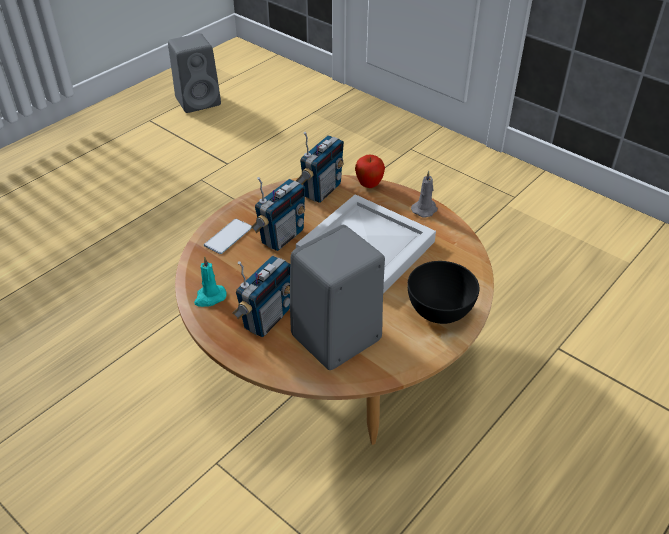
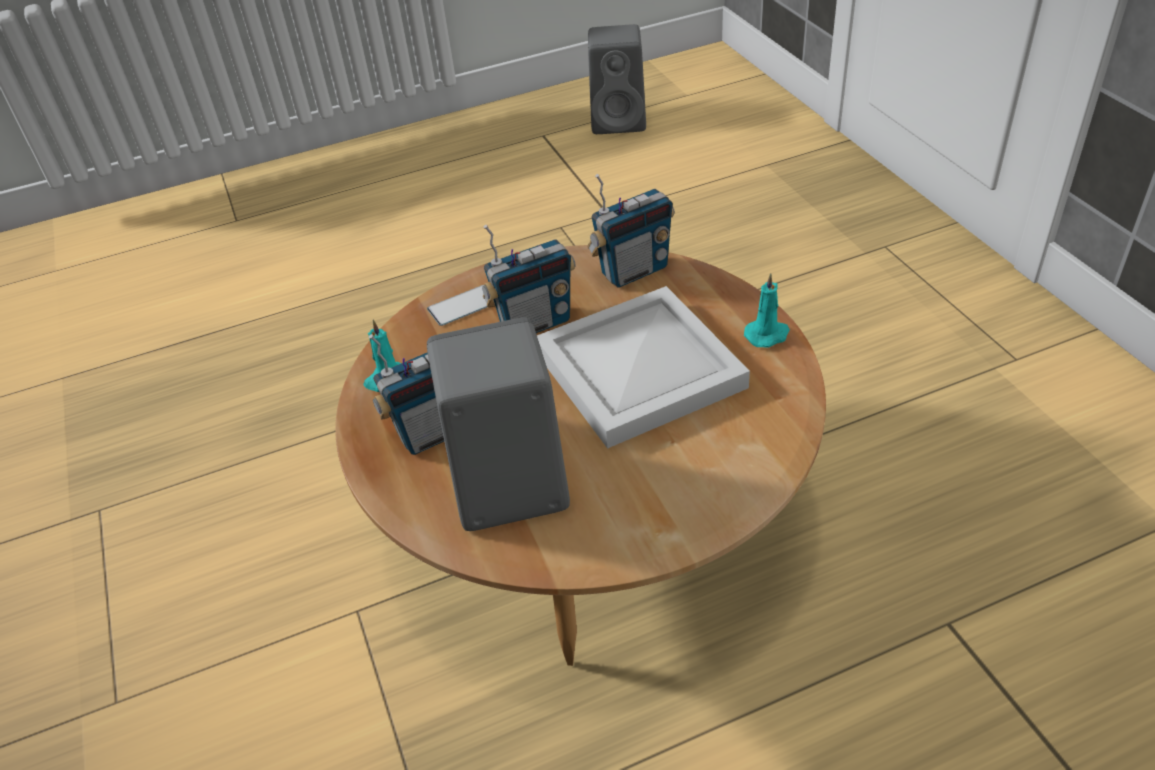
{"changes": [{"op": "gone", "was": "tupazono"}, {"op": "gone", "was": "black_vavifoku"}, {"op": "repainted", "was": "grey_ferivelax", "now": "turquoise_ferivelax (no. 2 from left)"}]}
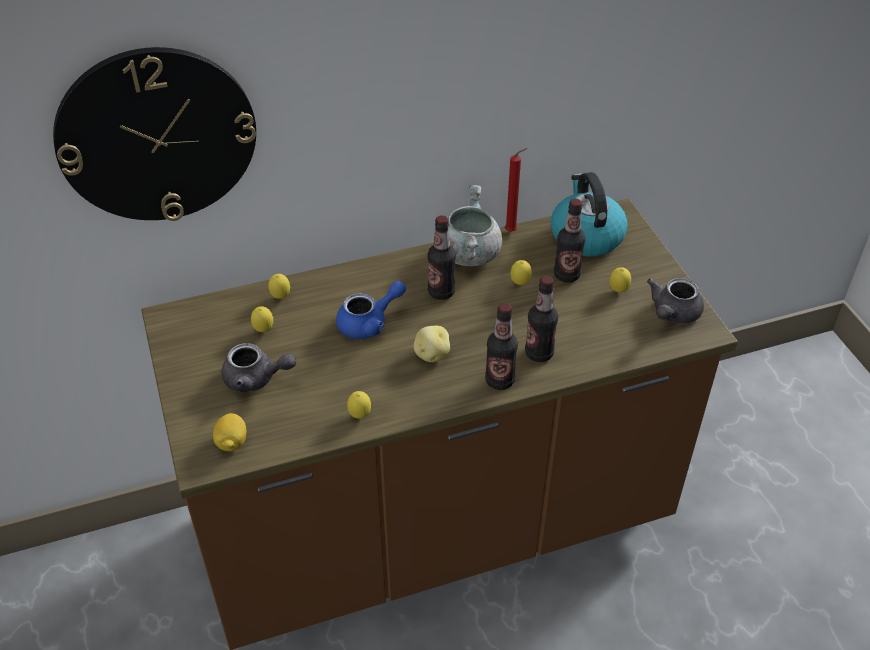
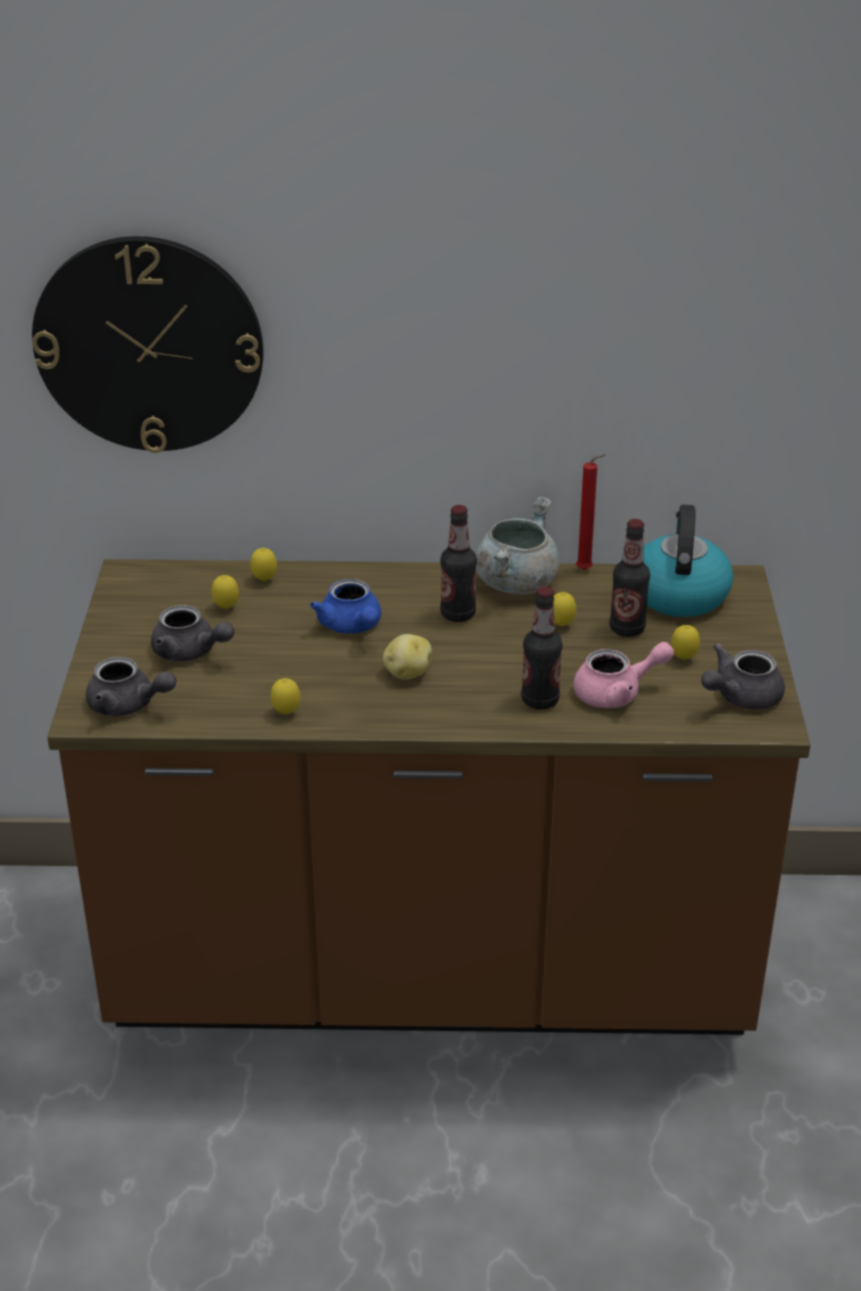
{"changes": [{"op": "gone", "was": "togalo (no. 2 from left)"}, {"op": "new", "now": "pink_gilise"}, {"op": "swapped", "was": "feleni (no. 1 from left)", "now": "grey_gilise (no. 1 from left)"}, {"op": "rotated", "was": "blue_gilise", "clockwise": 75}]}
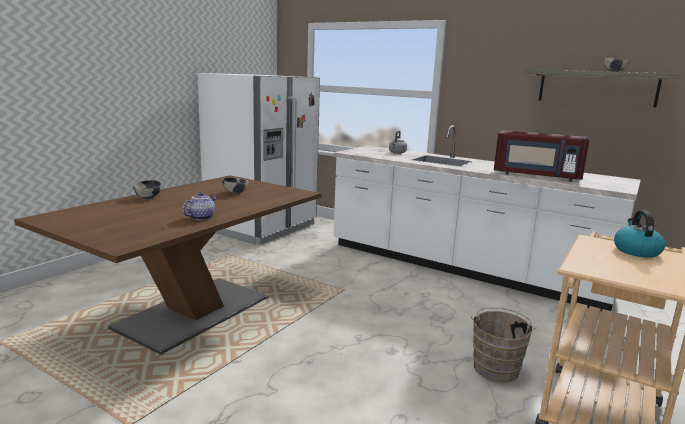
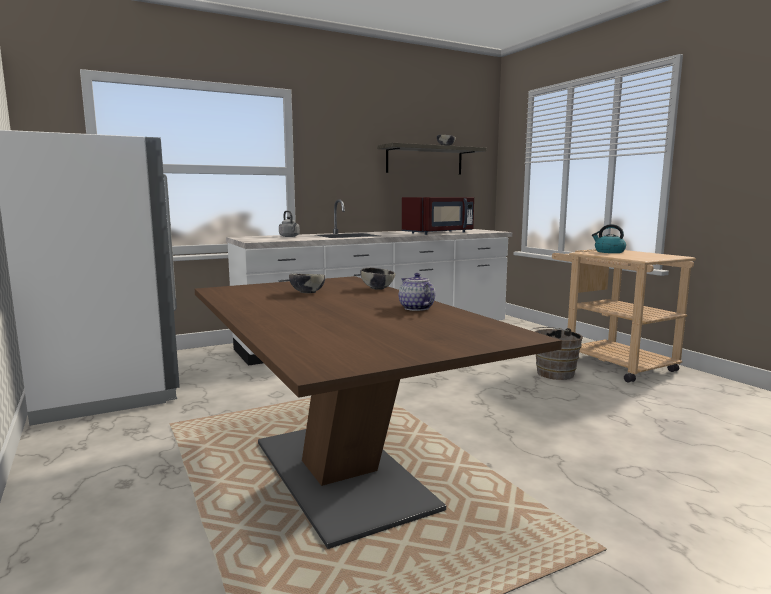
{"changes": [{"op": "shifted", "was": "vavifoku (no. 1 from left in the first image)", "now": "vavifoku (no. 2 from left)"}]}
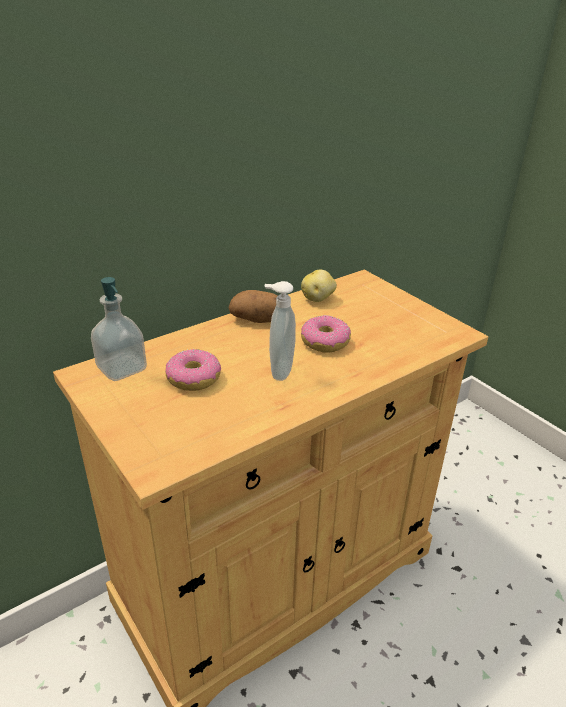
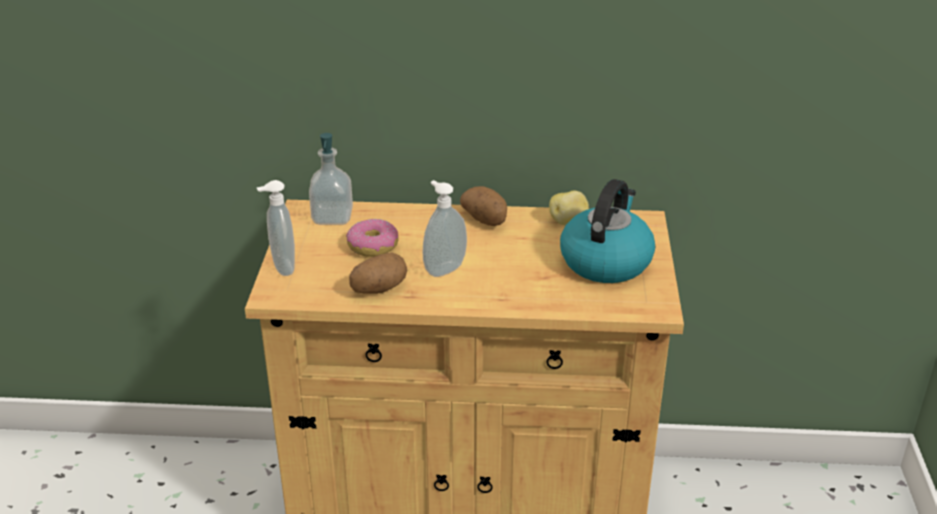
{"changes": [{"op": "gone", "was": "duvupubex (no. 2 from left)"}, {"op": "new", "now": "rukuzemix (no. 1 from left)"}, {"op": "new", "now": "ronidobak (no. 1 from left)"}, {"op": "new", "now": "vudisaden"}]}
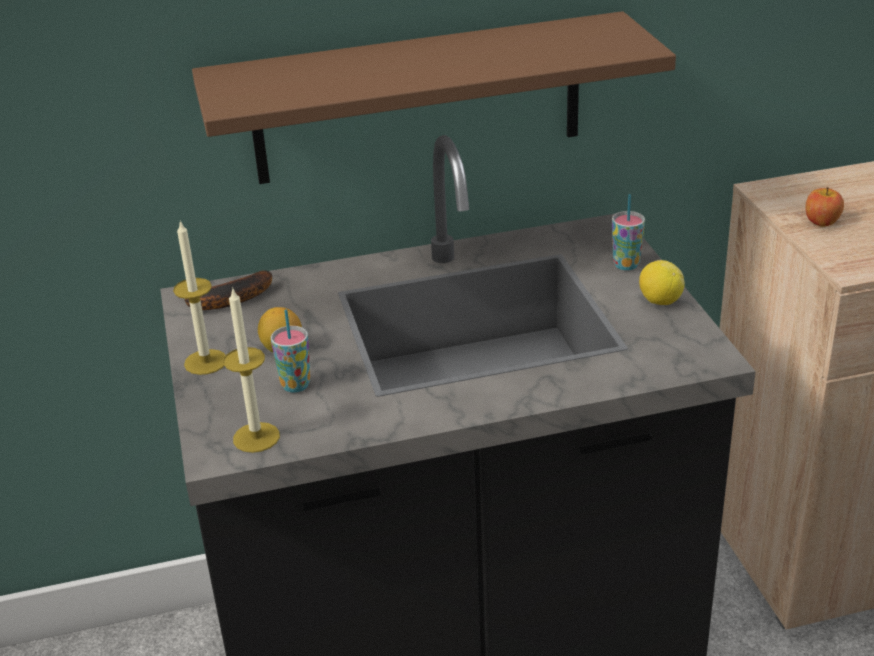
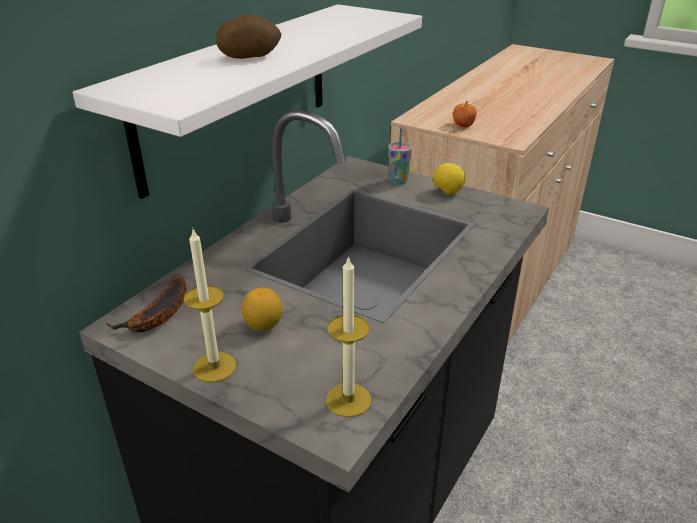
{"changes": [{"op": "gone", "was": "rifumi (no. 1 from left)"}, {"op": "new", "now": "ronidobak"}, {"op": "repainted", "was": "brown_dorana", "now": "white_dorana"}]}
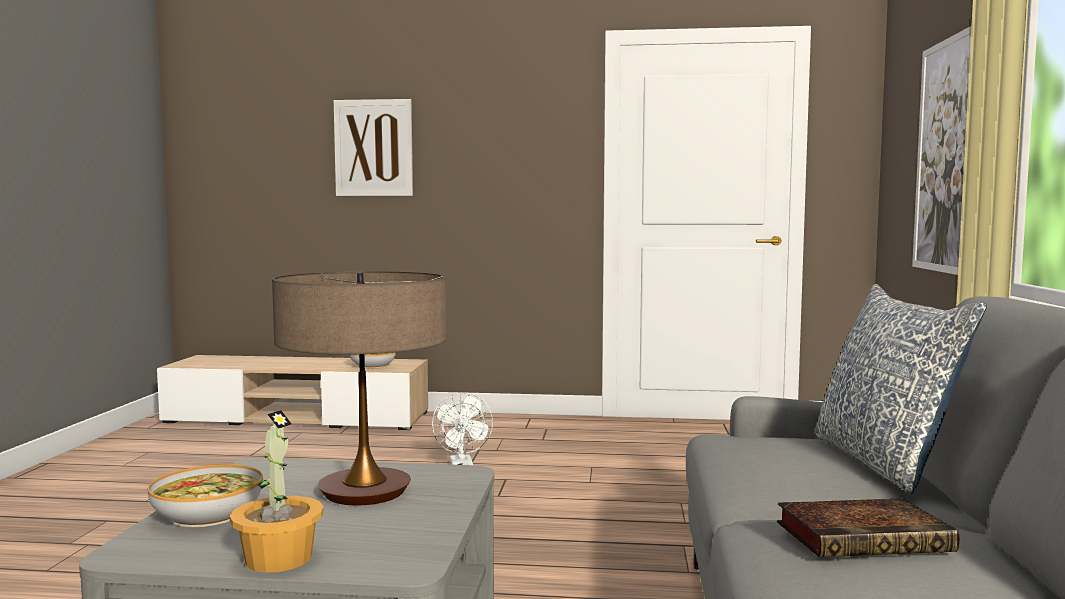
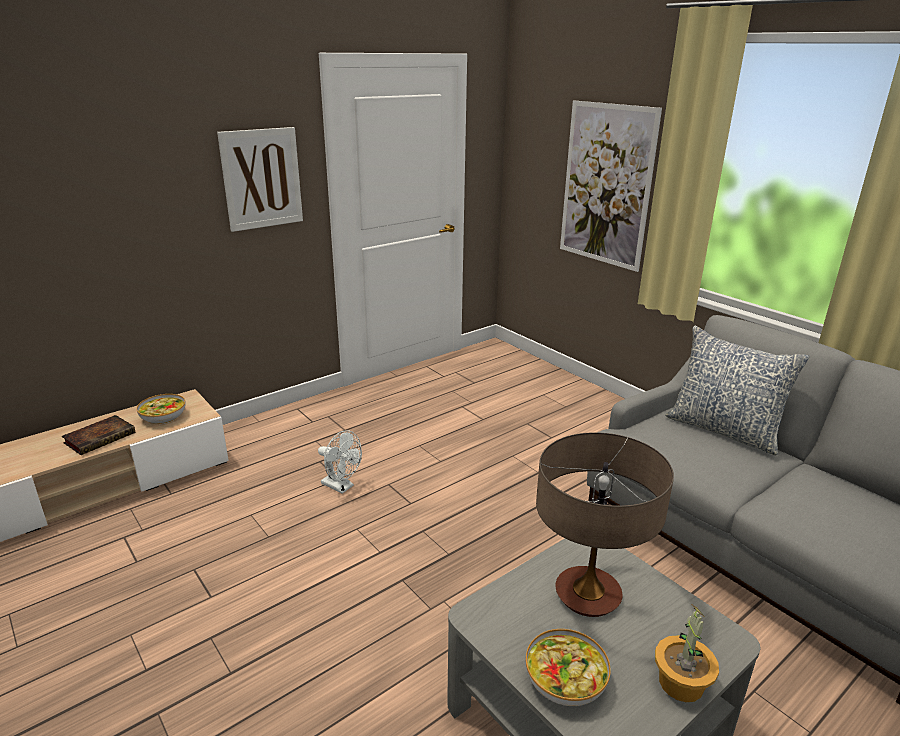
{"changes": [{"op": "shifted", "was": "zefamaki (no. 1 from left)"}, {"op": "shifted", "was": "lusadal"}]}
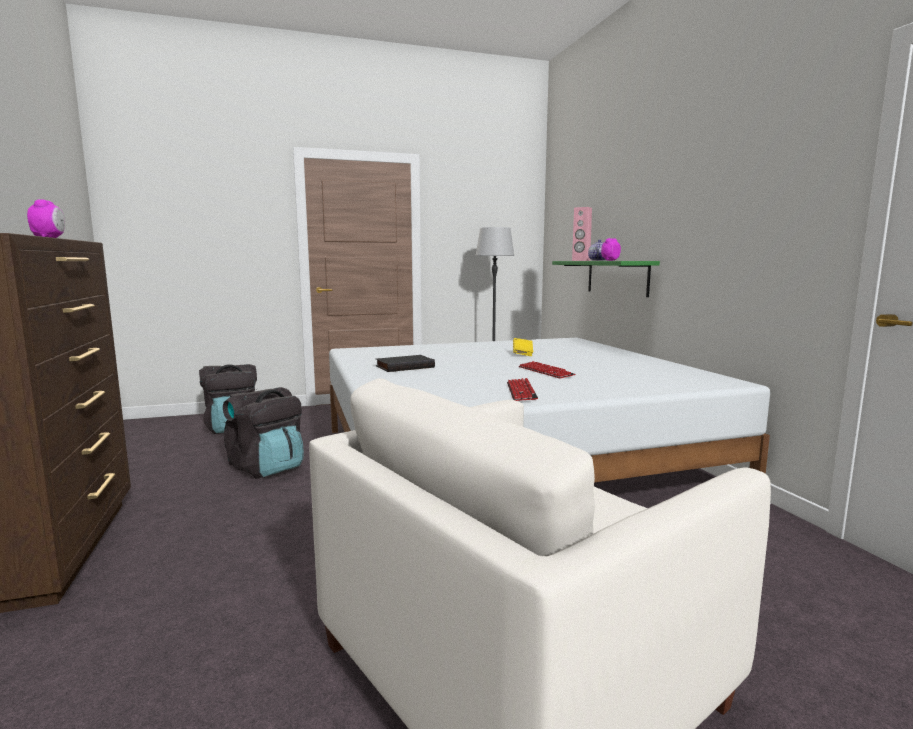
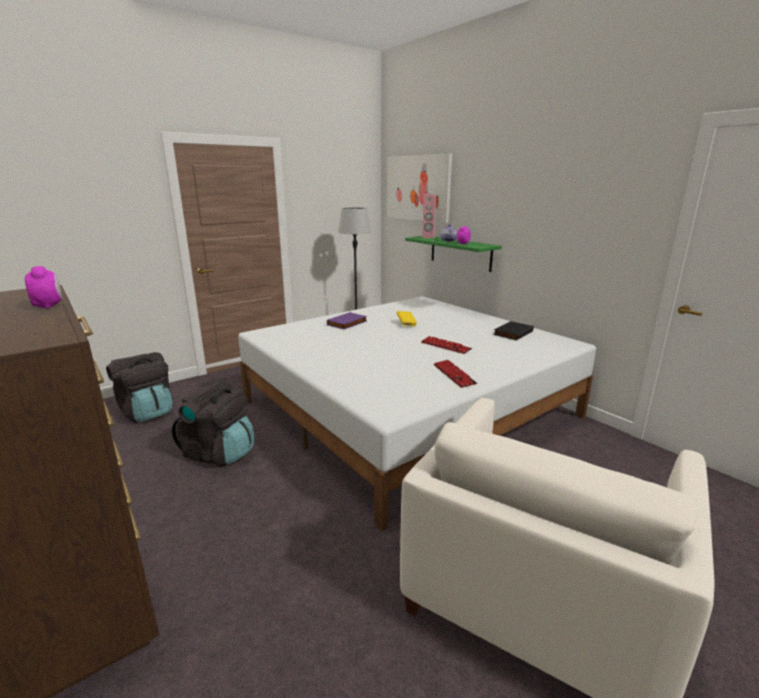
{"changes": [{"op": "new", "now": "purple_lusadal"}, {"op": "new", "now": "zefamaki"}, {"op": "shifted", "was": "black_lusadal"}]}
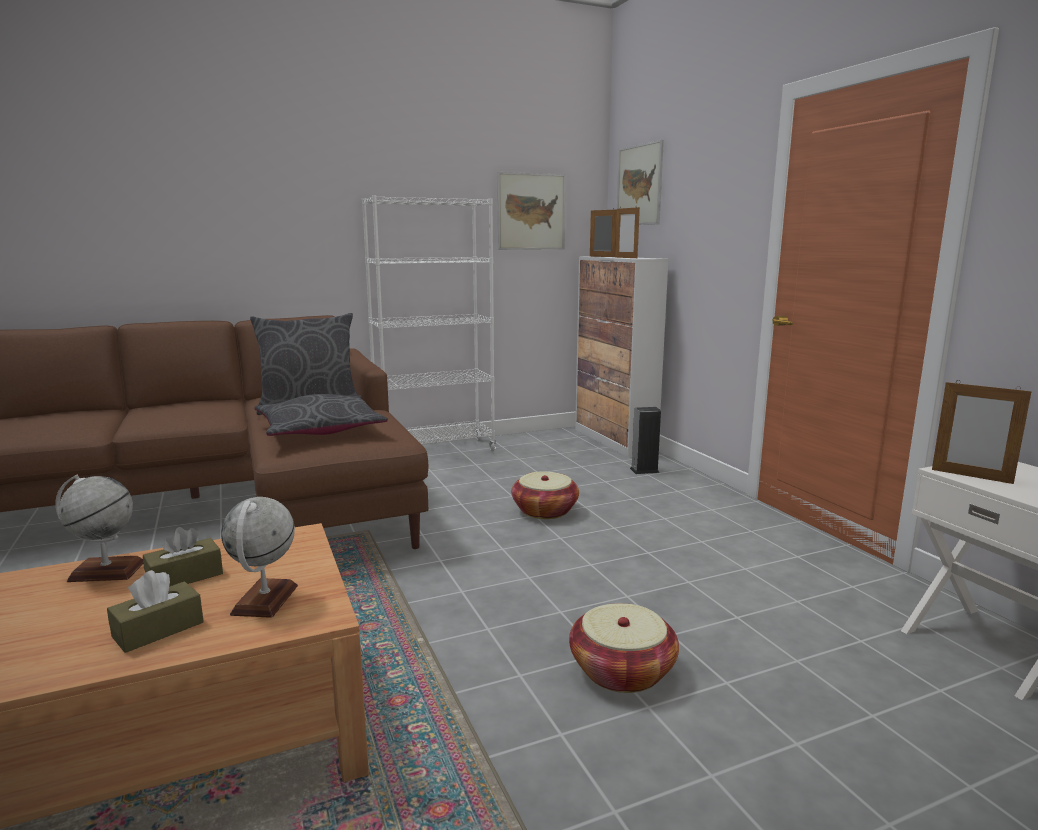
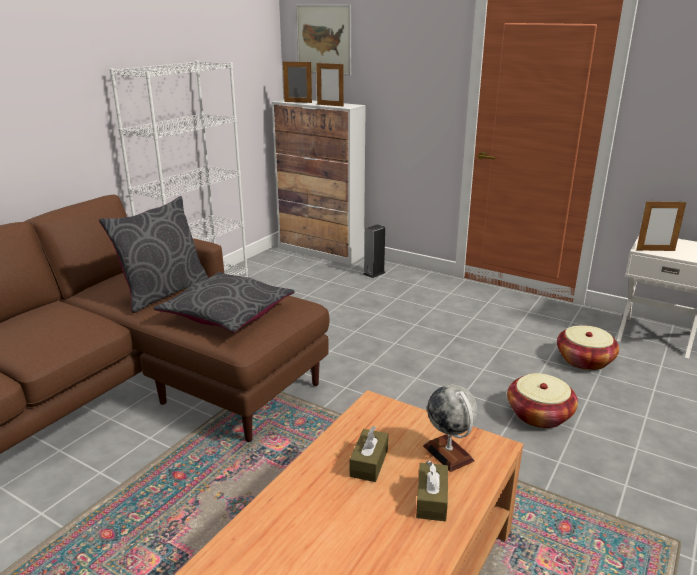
{"changes": [{"op": "gone", "was": "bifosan (no. 1 from left)"}, {"op": "gone", "was": "zefamaki (no. 1 from left)"}, {"op": "shifted", "was": "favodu (no. 1 from left in the first image)", "now": "favodu (no. 2 from left)"}]}
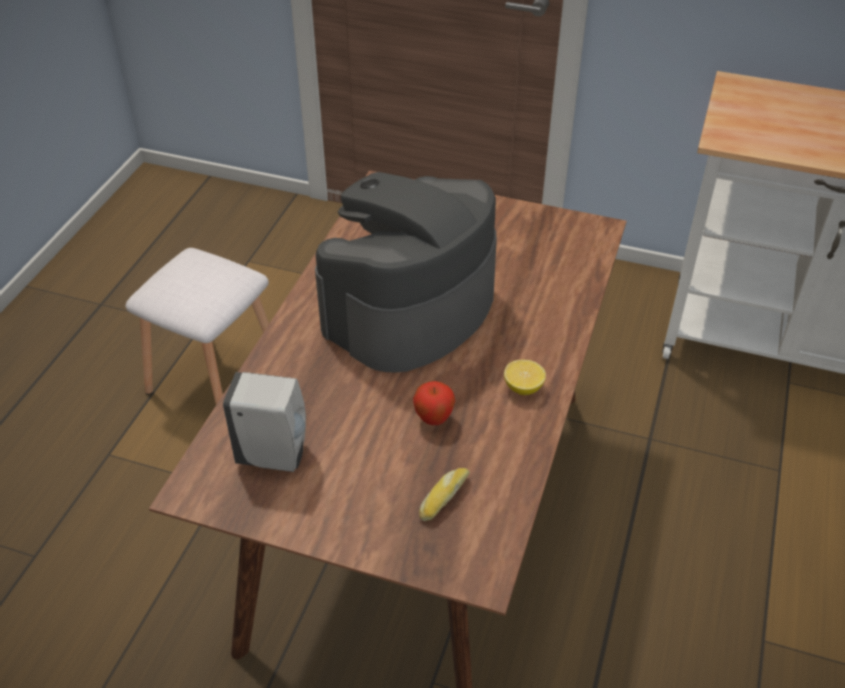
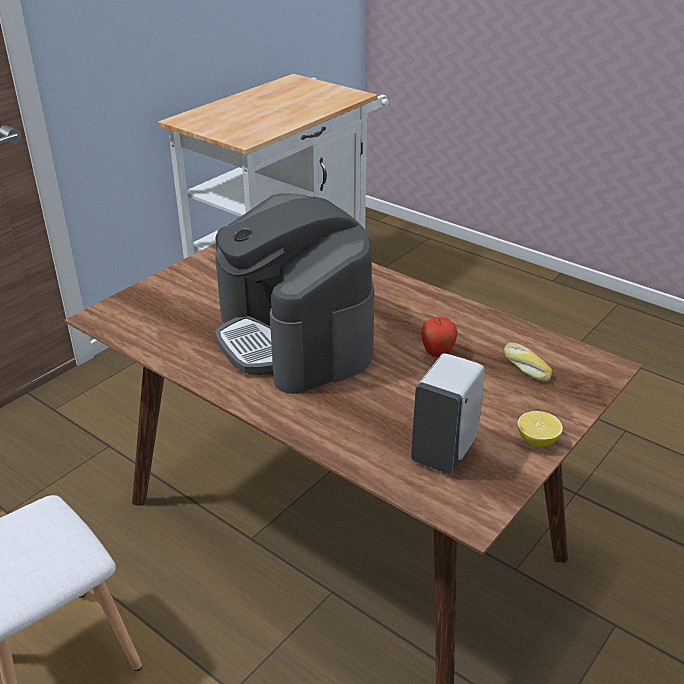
{"changes": [{"op": "shifted", "was": "feleni"}]}
